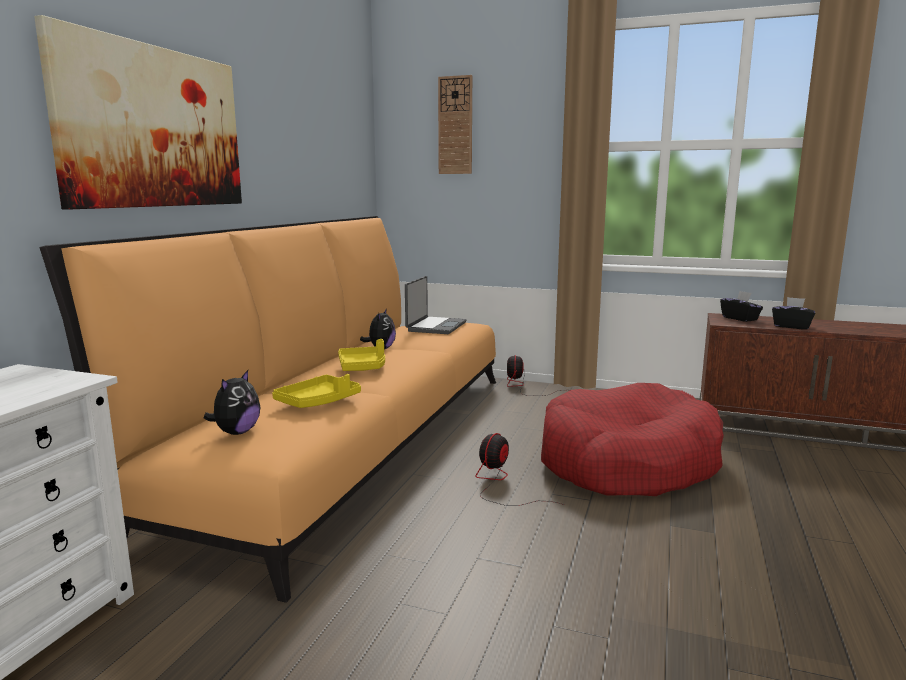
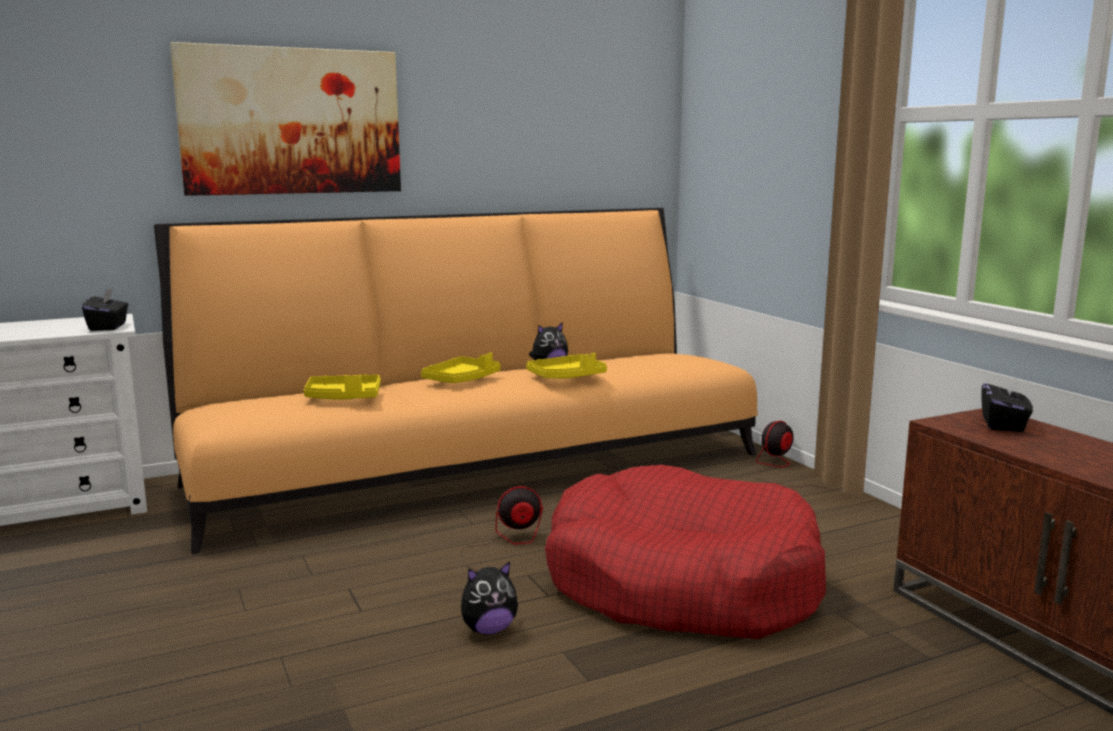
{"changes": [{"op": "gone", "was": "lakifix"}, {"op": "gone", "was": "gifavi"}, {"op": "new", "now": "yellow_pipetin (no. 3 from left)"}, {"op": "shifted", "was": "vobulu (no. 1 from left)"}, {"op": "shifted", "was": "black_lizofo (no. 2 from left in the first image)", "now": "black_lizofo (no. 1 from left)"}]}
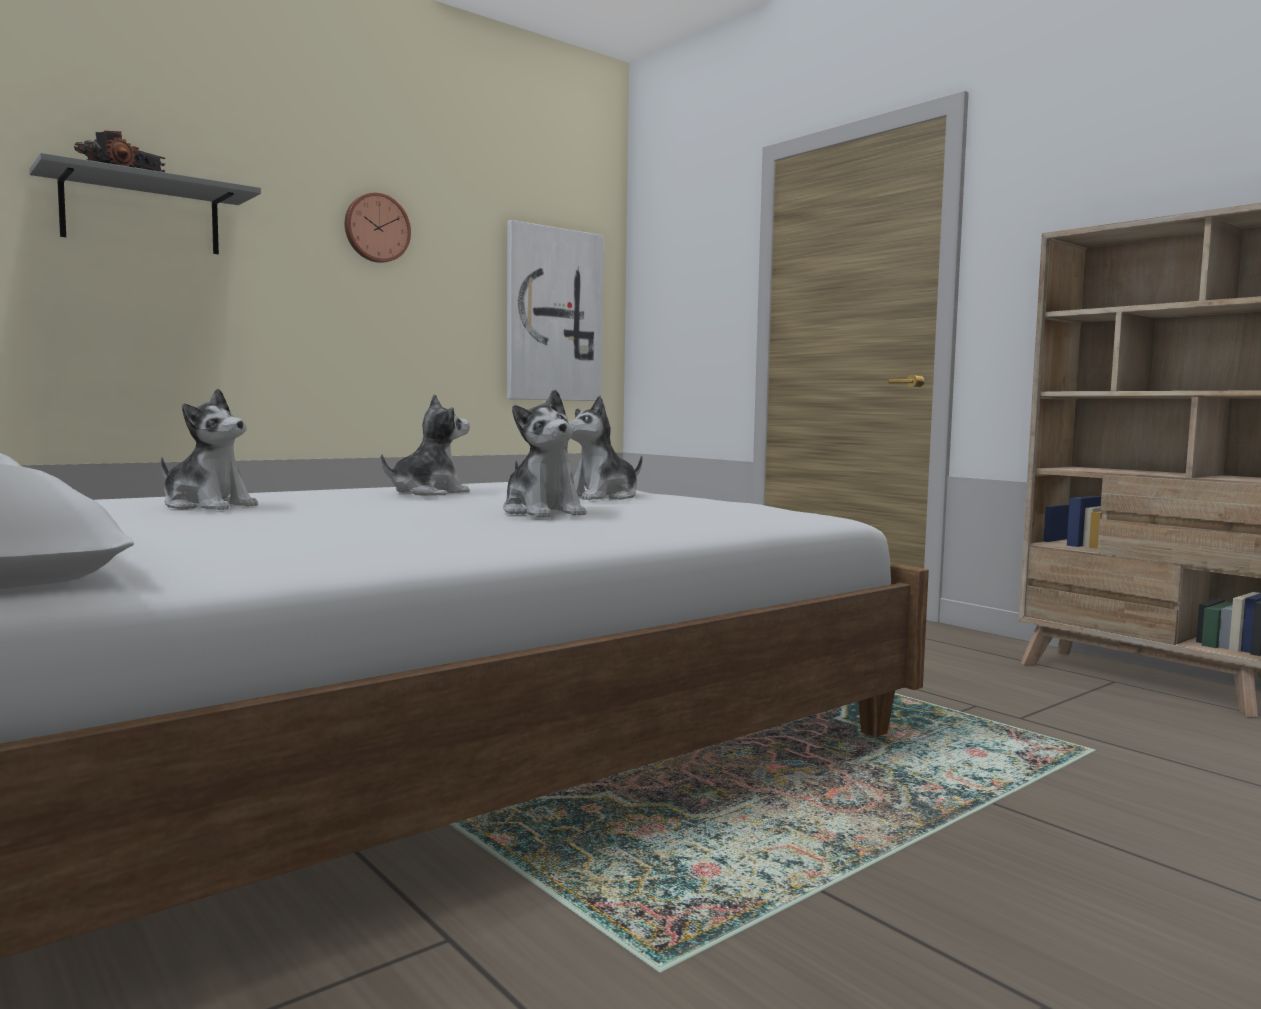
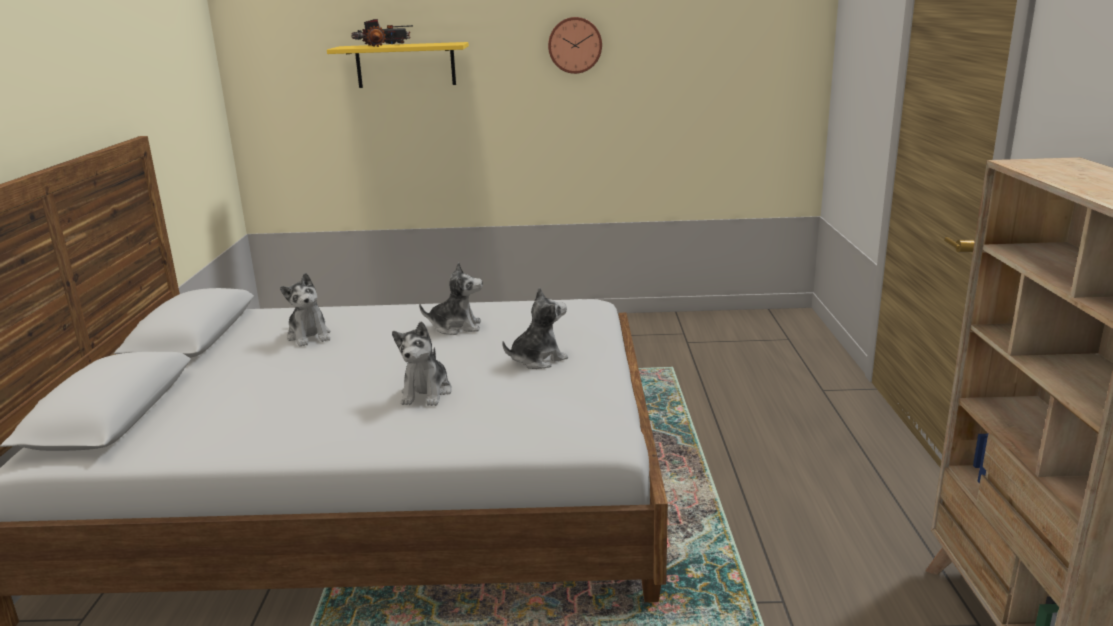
{"changes": [{"op": "gone", "was": "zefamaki"}, {"op": "repainted", "was": "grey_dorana", "now": "yellow_dorana"}, {"op": "rotated", "was": "vobulu (no. 4 from left)", "clockwise": 150}]}
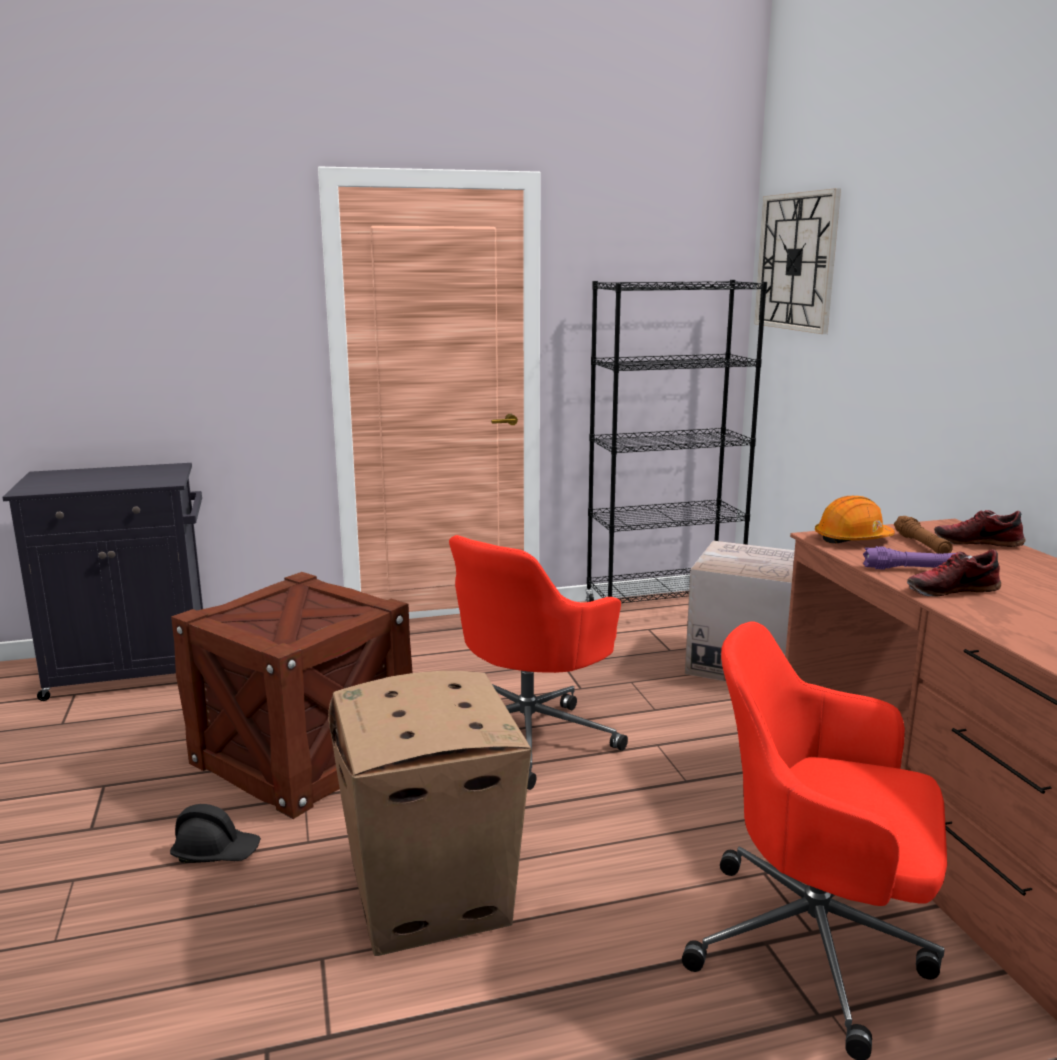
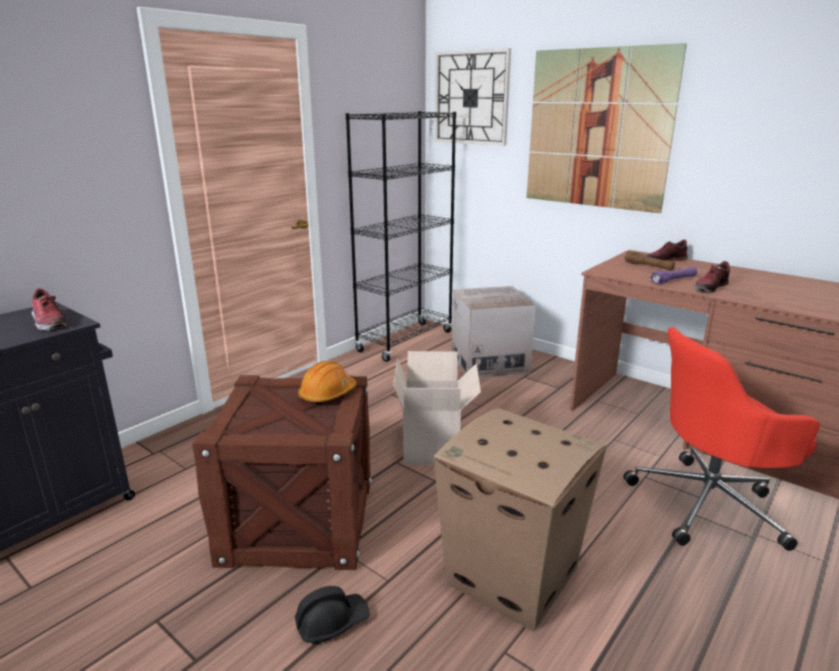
{"changes": [{"op": "new", "now": "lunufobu (no. 1 from left)"}, {"op": "new", "now": "zefamaki"}, {"op": "shifted", "was": "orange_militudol"}, {"op": "swapped", "was": "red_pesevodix (no. 1 from left)", "now": "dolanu (no. 1 from left)"}]}
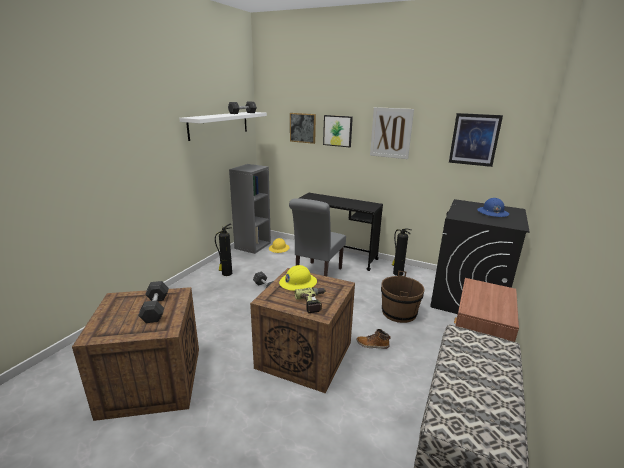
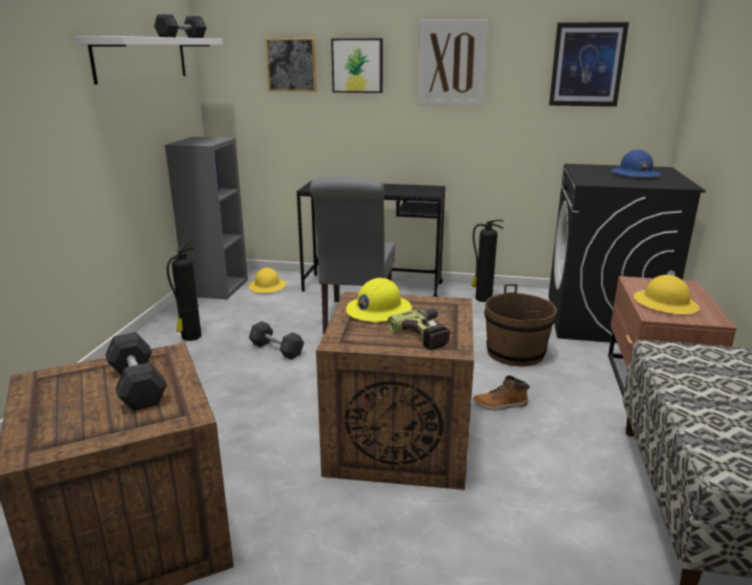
{"changes": [{"op": "new", "now": "yellow_militudol (no. 3 from left)"}]}
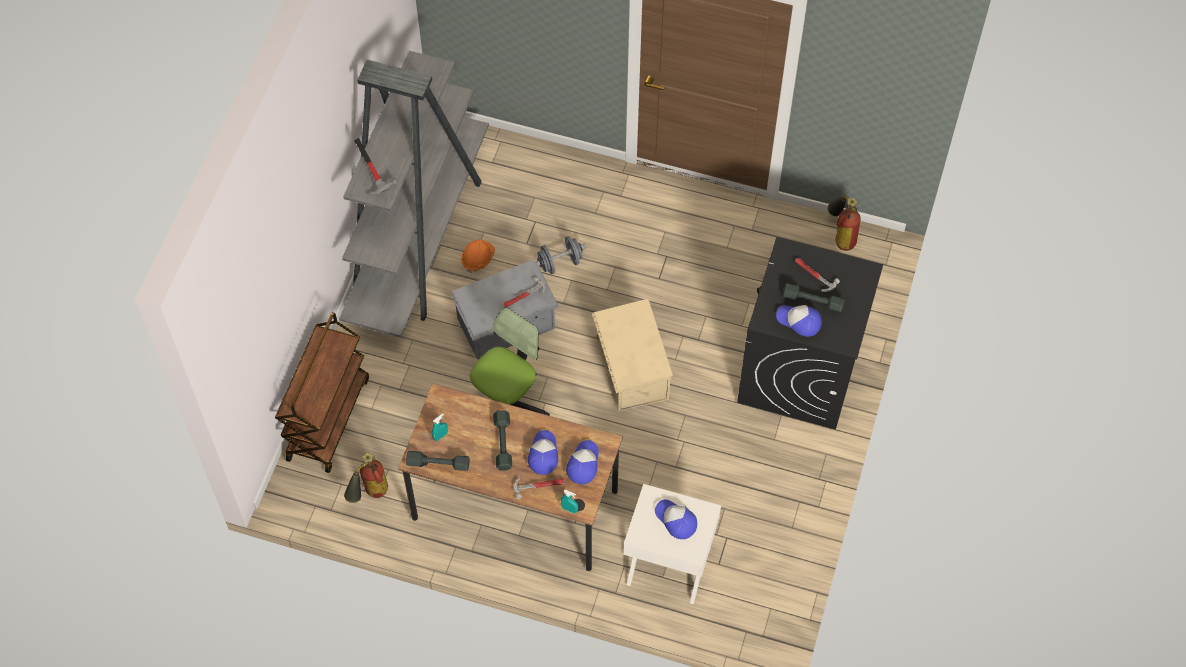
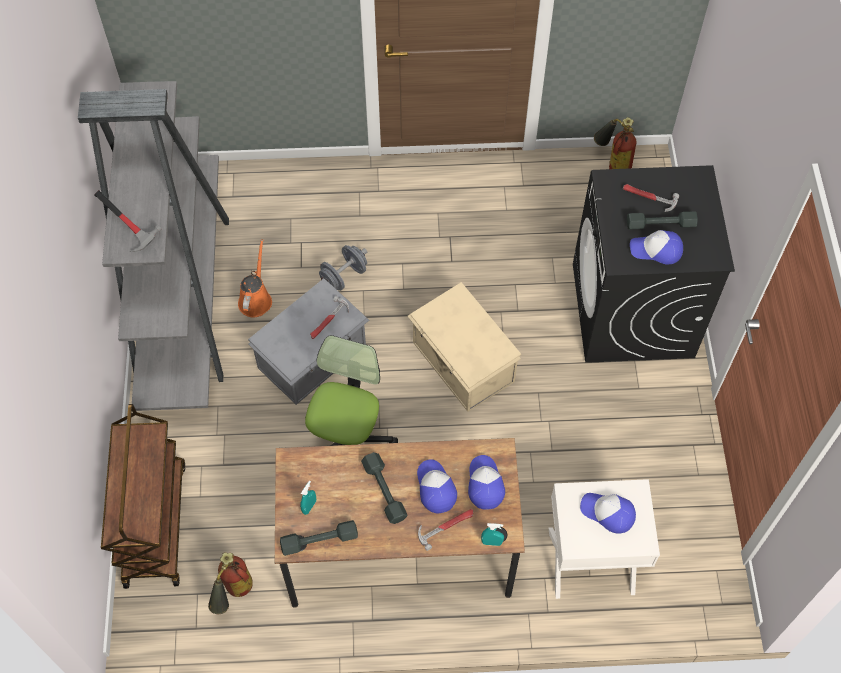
{"changes": [{"op": "swapped", "was": "orange_militudol", "now": "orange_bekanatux"}]}
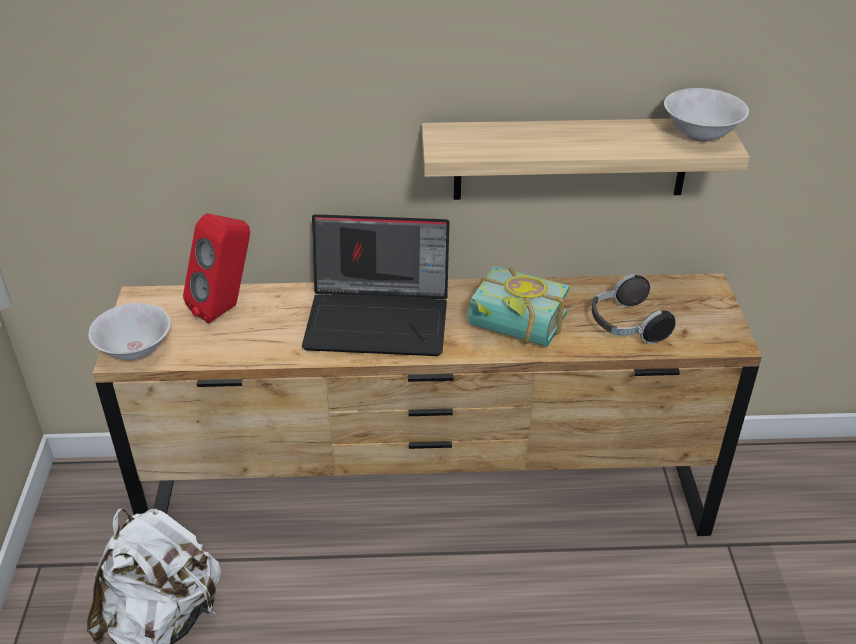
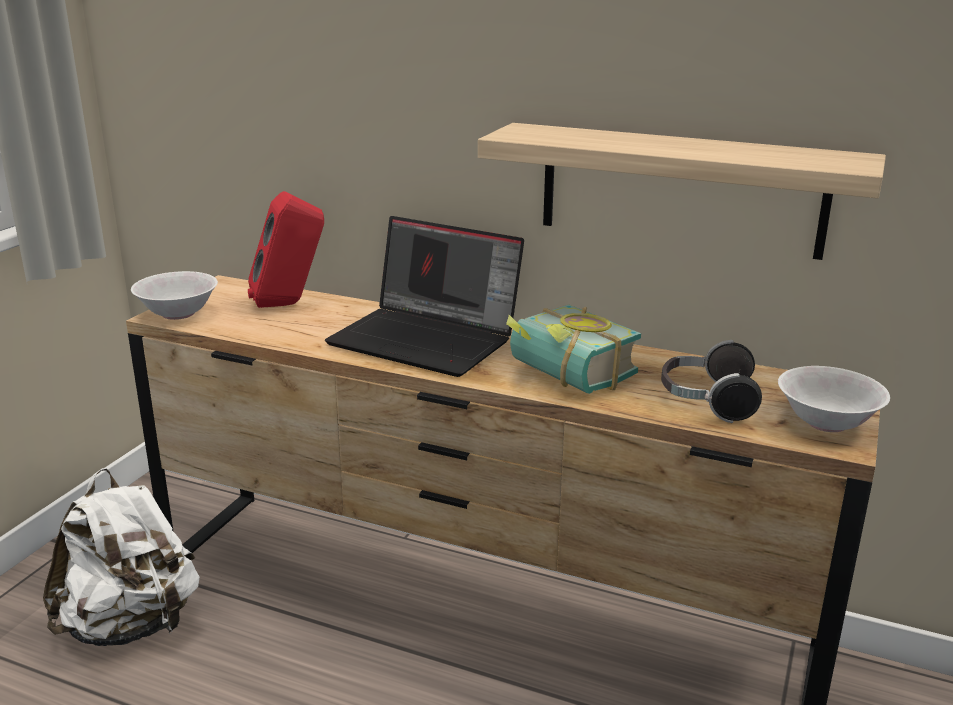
{"changes": [{"op": "shifted", "was": "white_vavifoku (no. 2 from left)"}]}
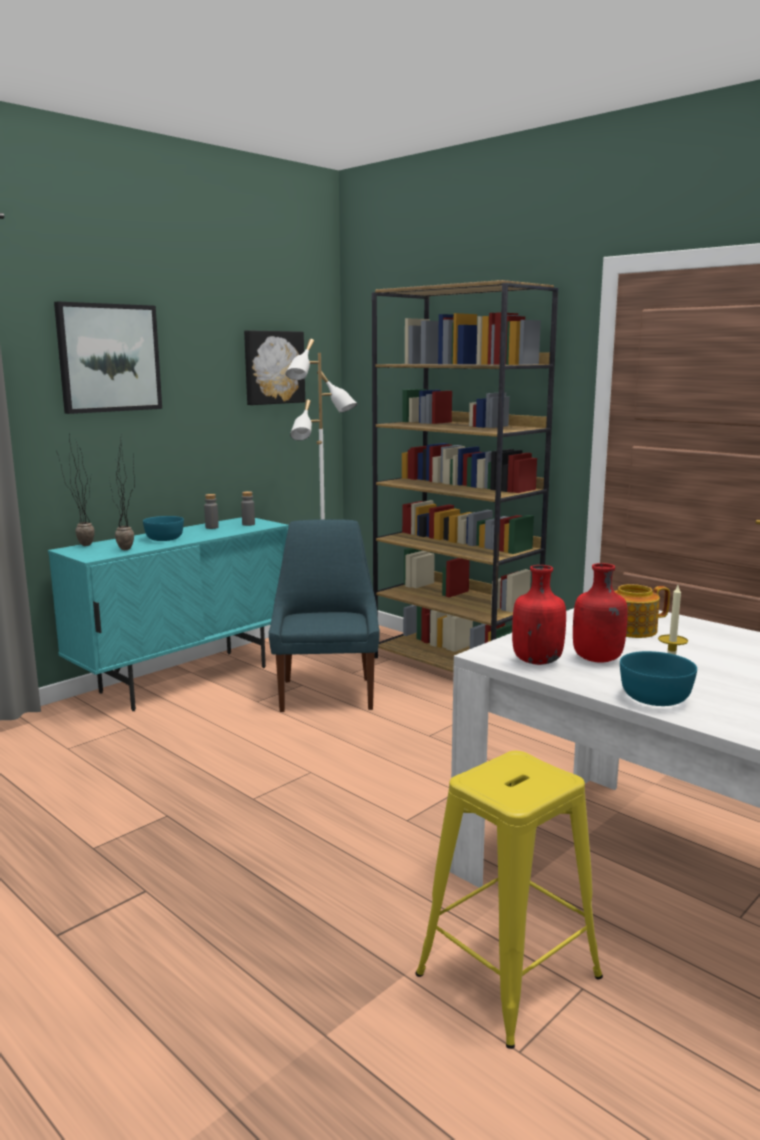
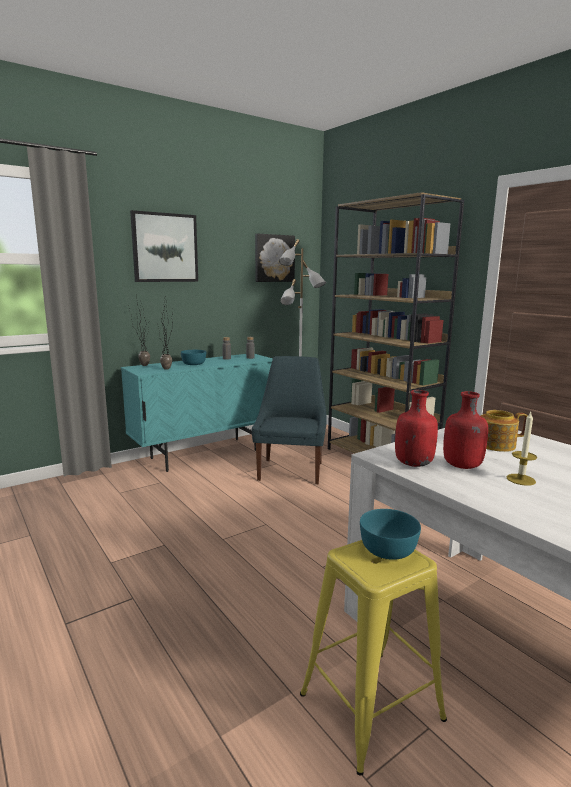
{"changes": [{"op": "shifted", "was": "turquoise_vavifoku (no. 2 from left)"}]}
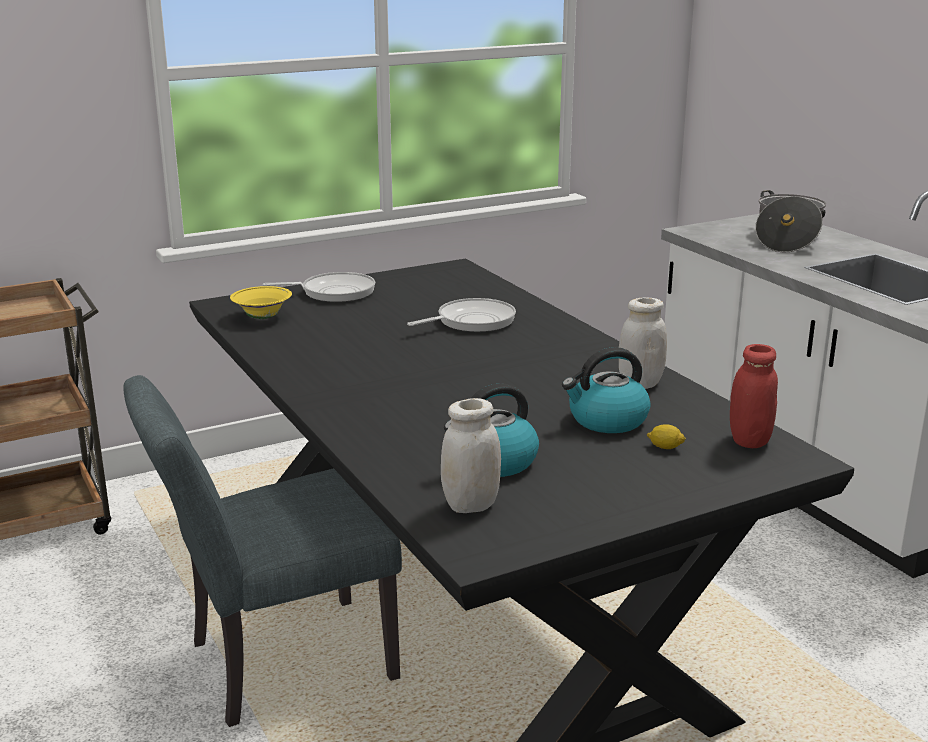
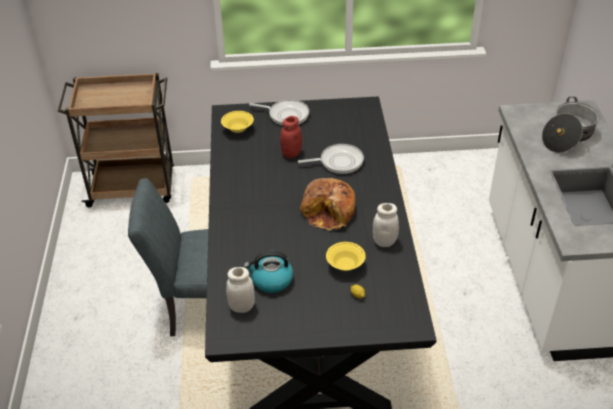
{"changes": [{"op": "new", "now": "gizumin"}, {"op": "shifted", "was": "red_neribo"}, {"op": "swapped", "was": "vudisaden (no. 2 from left)", "now": "yellow_vavifoku (no. 2 from left)"}]}
